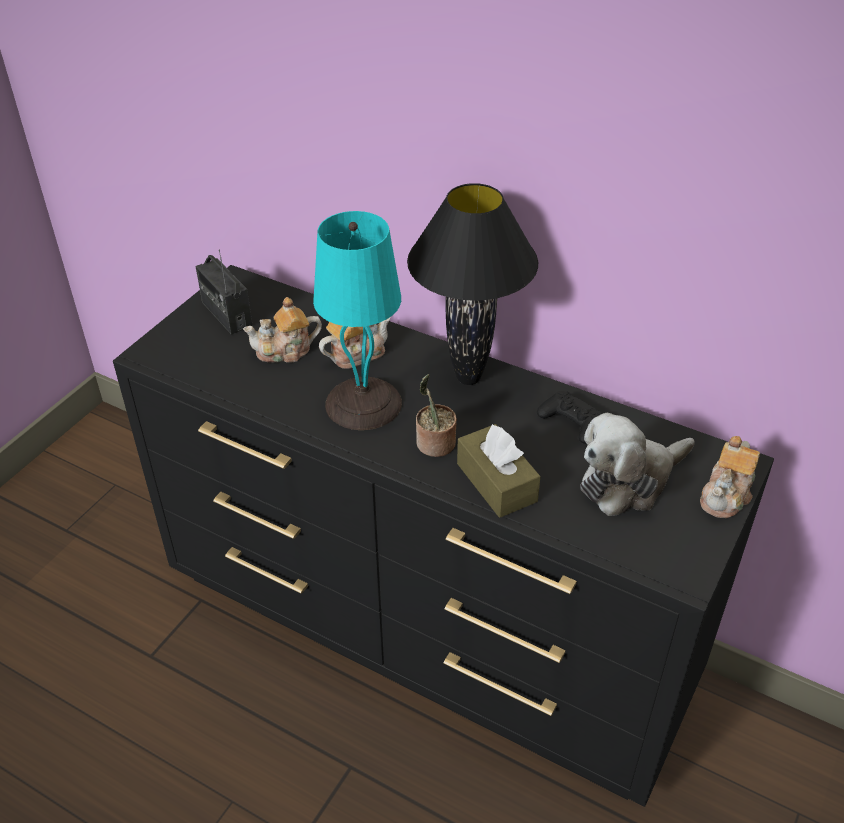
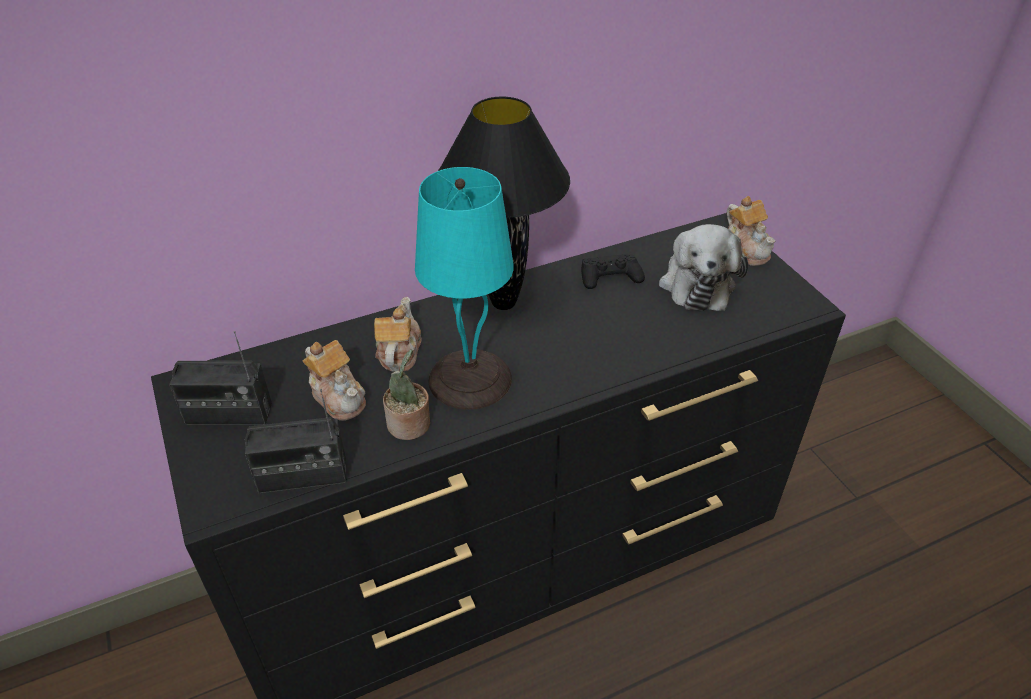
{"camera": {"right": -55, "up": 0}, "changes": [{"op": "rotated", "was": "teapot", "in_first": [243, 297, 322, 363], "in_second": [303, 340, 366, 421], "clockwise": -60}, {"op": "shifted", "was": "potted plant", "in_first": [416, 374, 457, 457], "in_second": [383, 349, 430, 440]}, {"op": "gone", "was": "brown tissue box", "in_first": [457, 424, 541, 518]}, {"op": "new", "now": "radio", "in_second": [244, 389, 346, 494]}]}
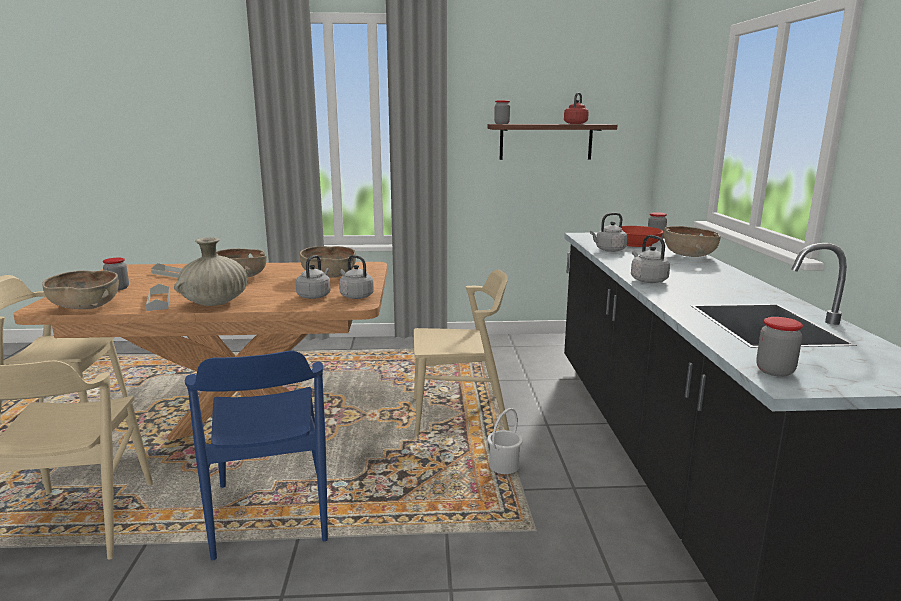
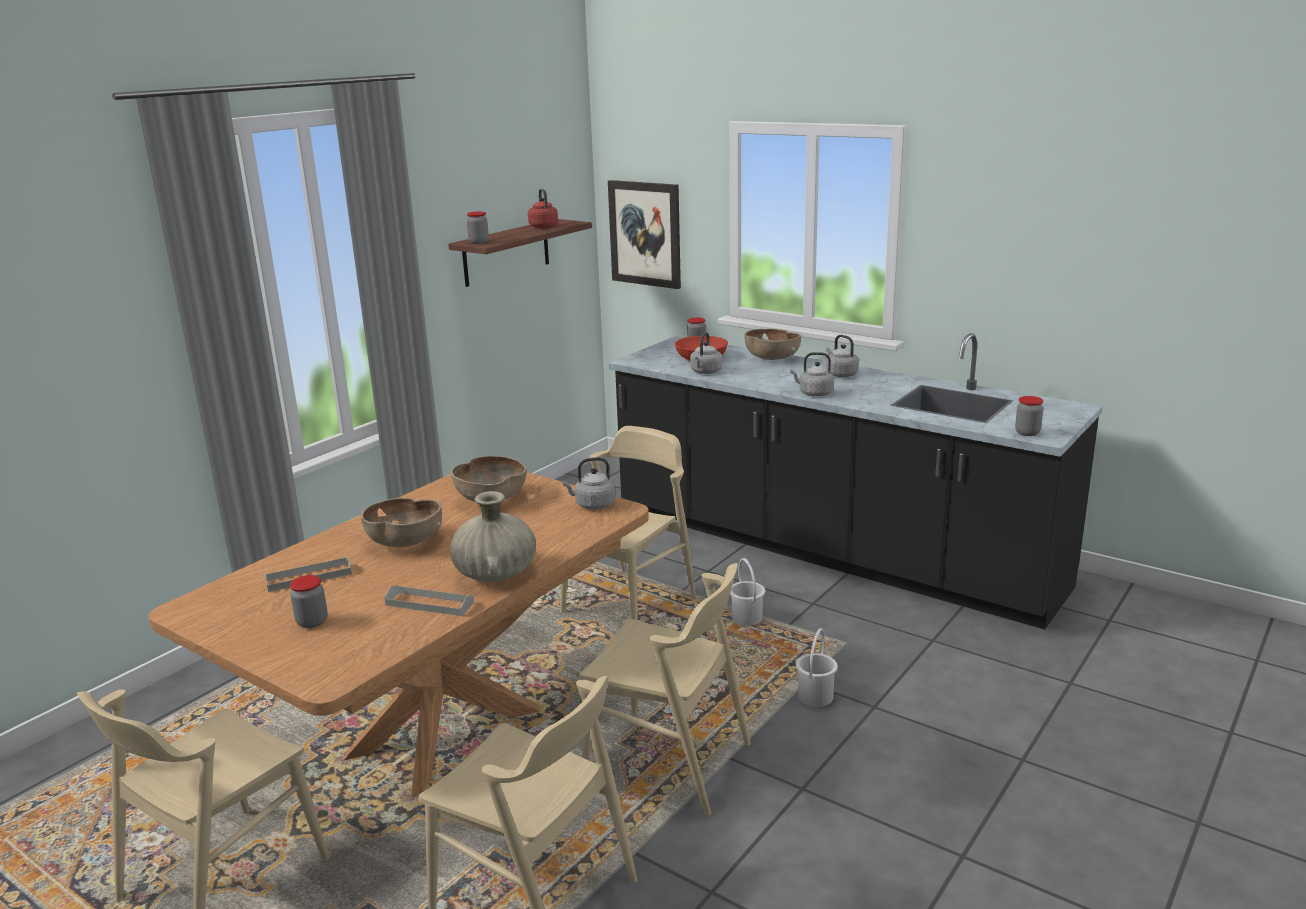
{"camera": {"right": -50, "up": 5}, "changes": [{"op": "gone", "was": "brown bowl", "in_first": [42, 270, 119, 309]}, {"op": "repainted", "was": "blue chair", "now": "beige chair", "in_first": [184, 351, 328, 560], "in_second": [579, 563, 751, 816]}, {"op": "shifted", "was": "grey kettle", "in_first": [296, 255, 331, 299], "in_second": [826, 335, 859, 377]}, {"op": "new", "now": "picture", "in_second": [608, 180, 681, 289]}, {"op": "new", "now": "white bucket", "in_second": [796, 628, 838, 707]}]}
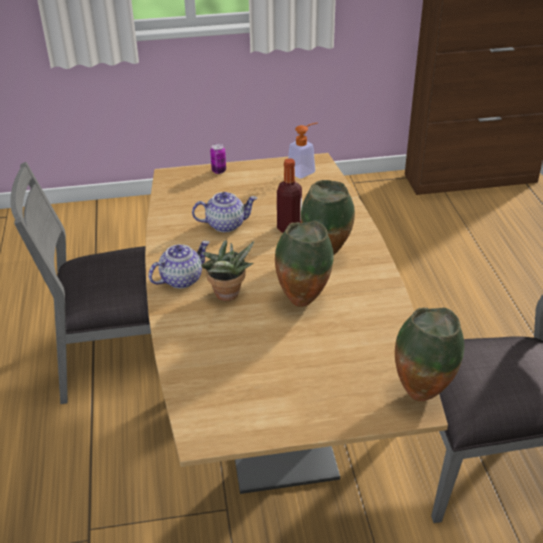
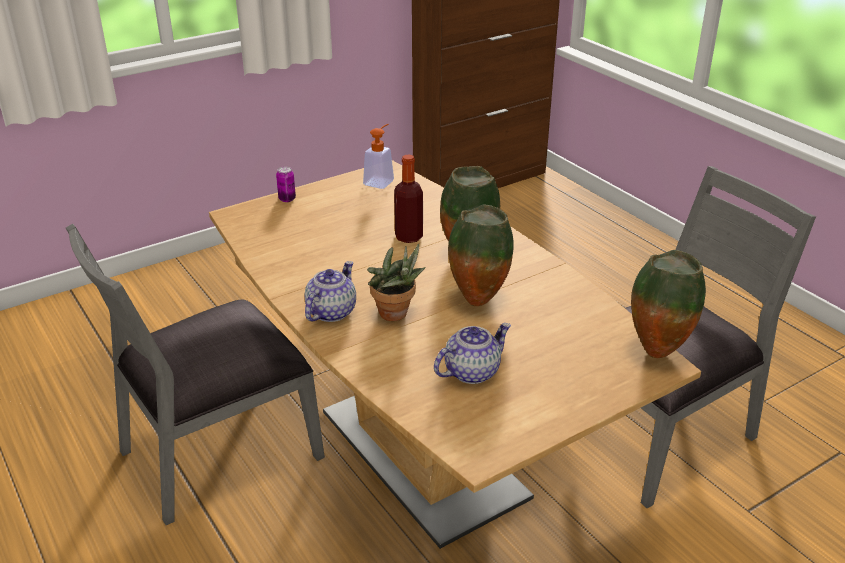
{"camera": {"right": -25, "up": -5}, "changes": [{"op": "shifted", "was": "teapot", "in_first": [192, 192, 257, 232], "in_second": [434, 323, 511, 384]}]}
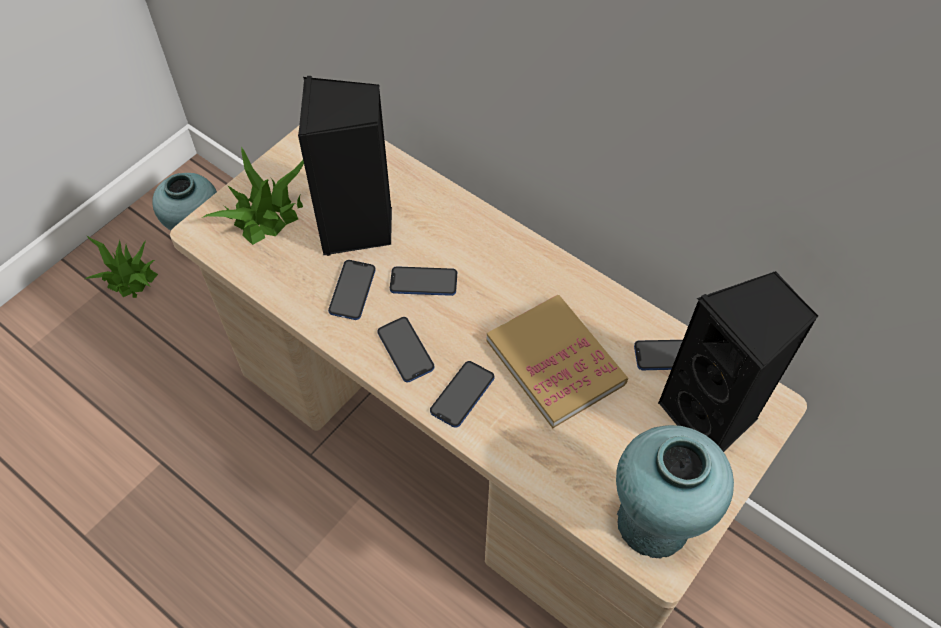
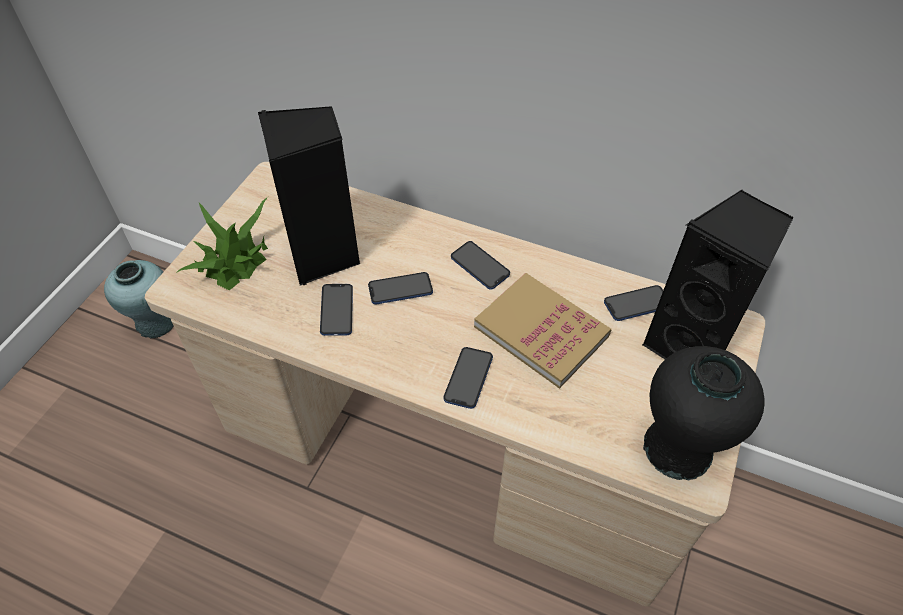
{"camera": {"right": -15, "up": -5}, "changes": [{"op": "gone", "was": "potted plant", "in_first": [85, 235, 158, 298]}, {"op": "shifted", "was": "phone", "in_first": [377, 317, 434, 382], "in_second": [451, 241, 510, 289]}, {"op": "repainted", "was": "turquoise vase", "now": "black vase", "in_first": [616, 425, 734, 558], "in_second": [643, 346, 765, 480]}]}
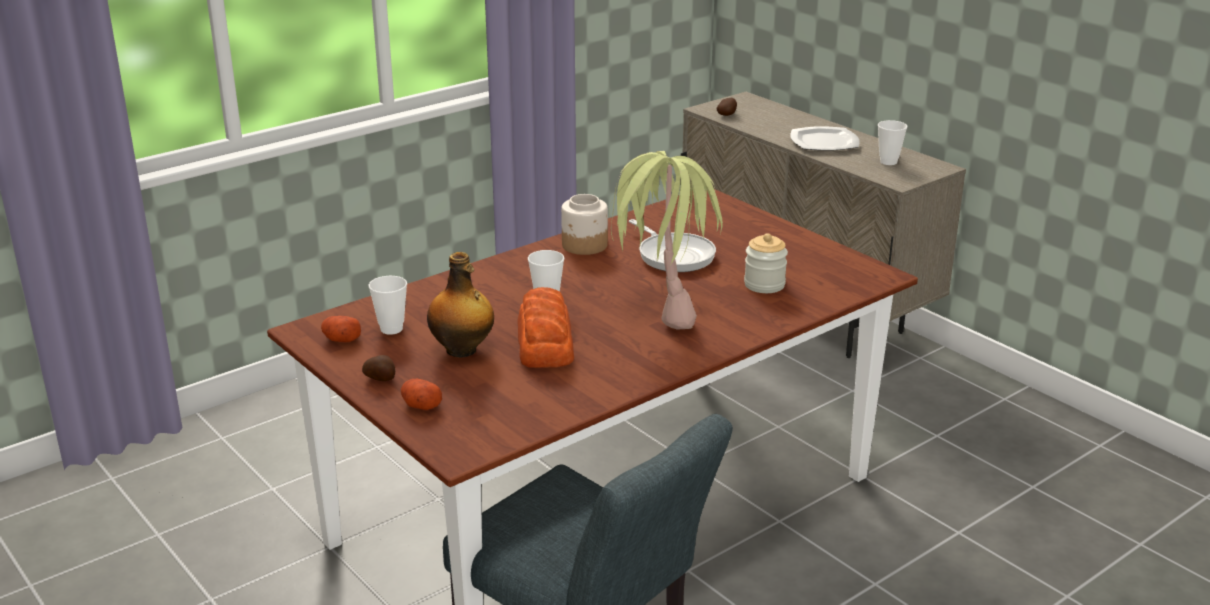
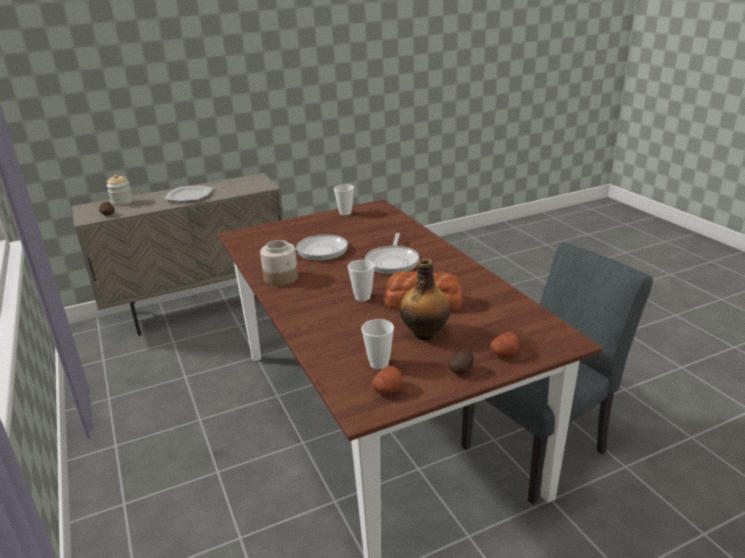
{"camera": {"right": -75, "up": 0}, "changes": [{"op": "swapped", "was": "potted plant", "now": "frying pan", "in_first": [609, 151, 723, 330], "in_second": [365, 233, 419, 274]}, {"op": "shifted", "was": "jar", "in_first": [744, 233, 788, 293], "in_second": [106, 174, 133, 206]}, {"op": "shifted", "was": "cup", "in_first": [878, 120, 908, 165], "in_second": [334, 184, 354, 215]}]}
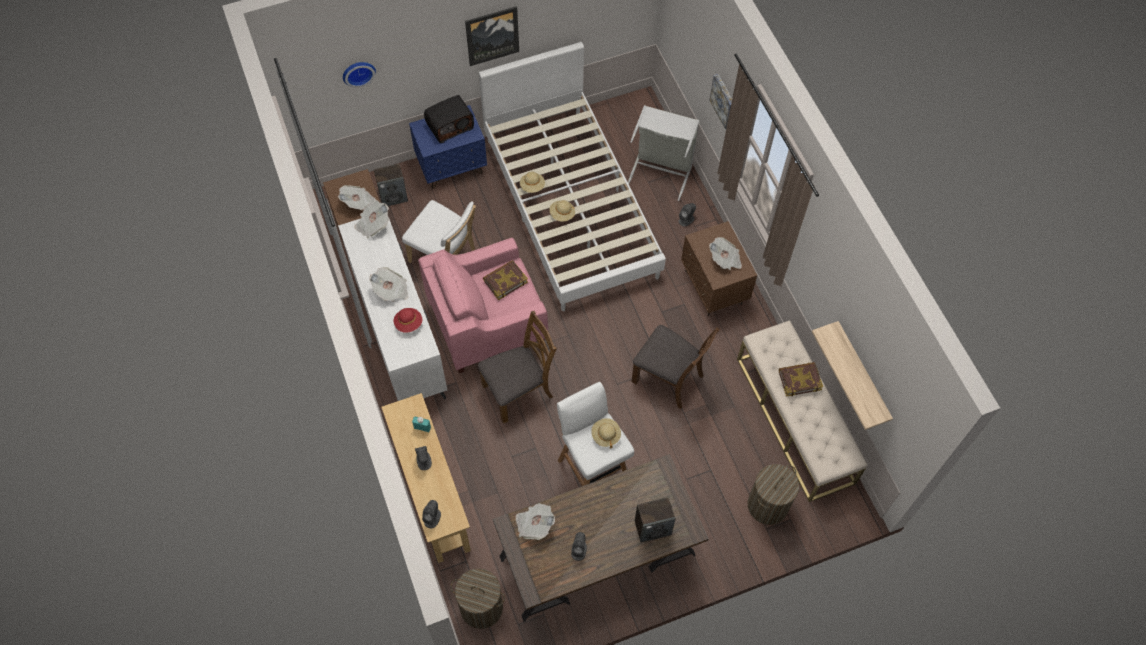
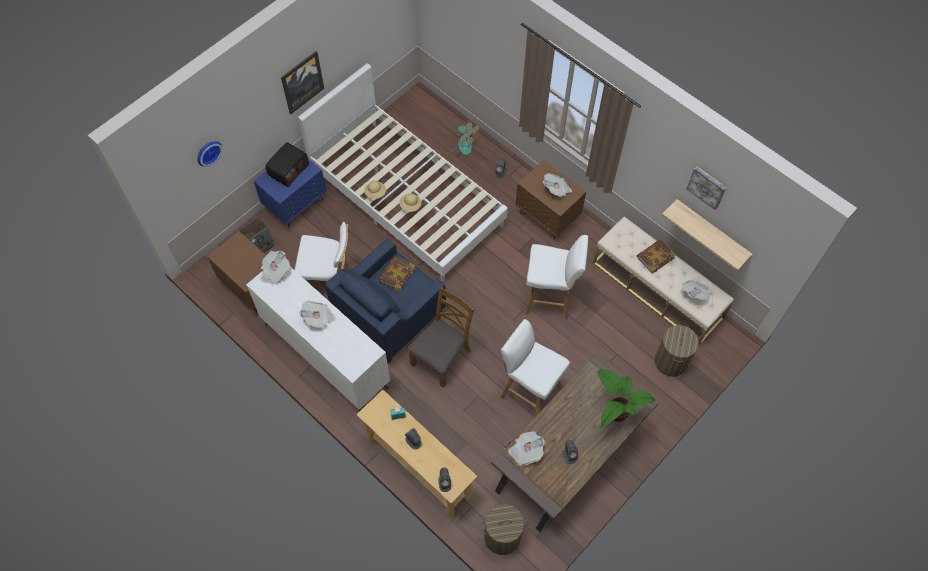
{"camera": {"right": -25, "up": 0}, "changes": [{"op": "shifted", "was": "newspaper", "in_first": [338, 185, 376, 210], "in_second": [682, 280, 710, 300]}, {"op": "gone", "was": "red hat", "in_first": [394, 308, 422, 333]}, {"op": "repainted", "was": "pink armchair", "now": "blue armchair", "in_first": [418, 238, 548, 373], "in_second": [325, 238, 446, 364]}, {"op": "gone", "was": "beige hat", "in_first": [591, 418, 621, 449]}, {"op": "swapped", "was": "grey laundry basket", "now": "fan", "in_first": [628, 105, 700, 201], "in_second": [446, 120, 480, 155]}, {"op": "swapped", "was": "brown chair", "now": "white stool", "in_first": [631, 325, 720, 409], "in_second": [525, 235, 588, 320]}, {"op": "swapped", "was": "speaker", "now": "potted plant", "in_first": [635, 497, 675, 542], "in_second": [597, 370, 655, 428]}, {"op": "shifted", "was": "picture", "in_first": [709, 74, 732, 129], "in_second": [686, 166, 727, 210]}]}
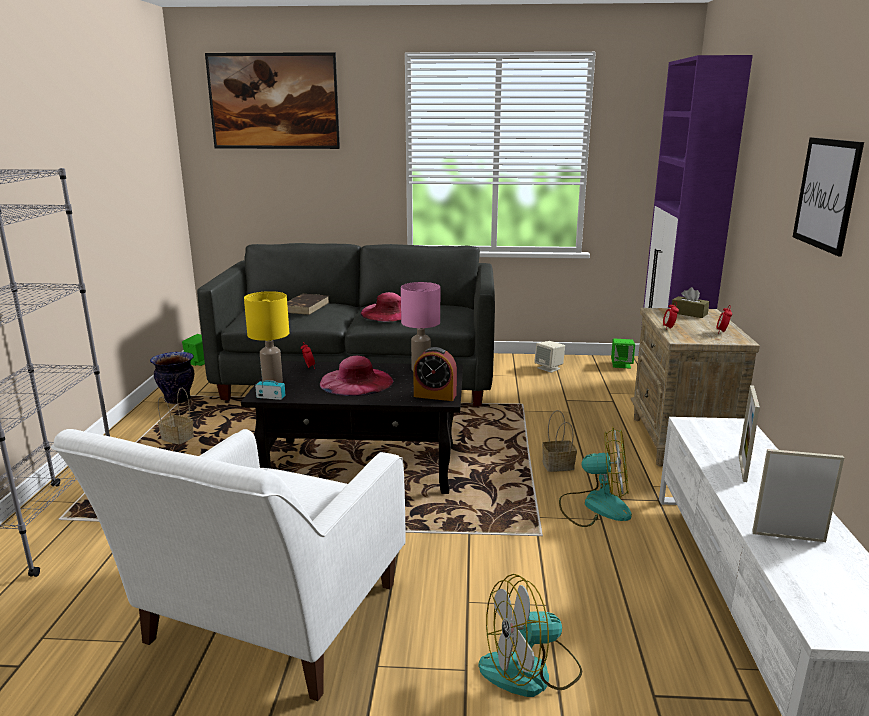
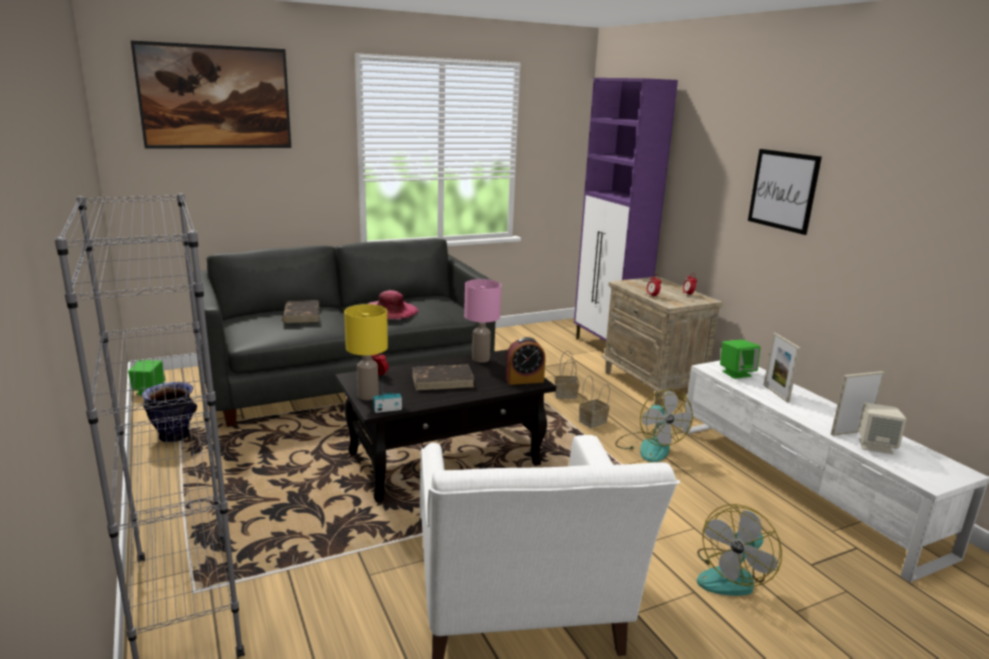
{"camera": {"right": -30, "up": 0}, "changes": [{"op": "shifted", "was": "basket", "in_first": [158, 388, 194, 444], "in_second": [555, 351, 580, 399]}, {"op": "swapped", "was": "pink hat", "now": "brown book", "in_first": [320, 356, 393, 396], "in_second": [412, 365, 474, 391]}, {"op": "shifted", "was": "beige speaker", "in_first": [534, 341, 565, 373], "in_second": [858, 403, 906, 454]}, {"op": "rotated", "was": "fan", "in_first": [559, 427, 632, 527], "in_second": [615, 389, 693, 462], "clockwise": 90}, {"op": "shifted", "was": "green speaker", "in_first": [611, 339, 635, 369], "in_second": [720, 340, 761, 379]}, {"op": "gone", "was": "brown tissue box", "in_first": [672, 287, 710, 318]}]}
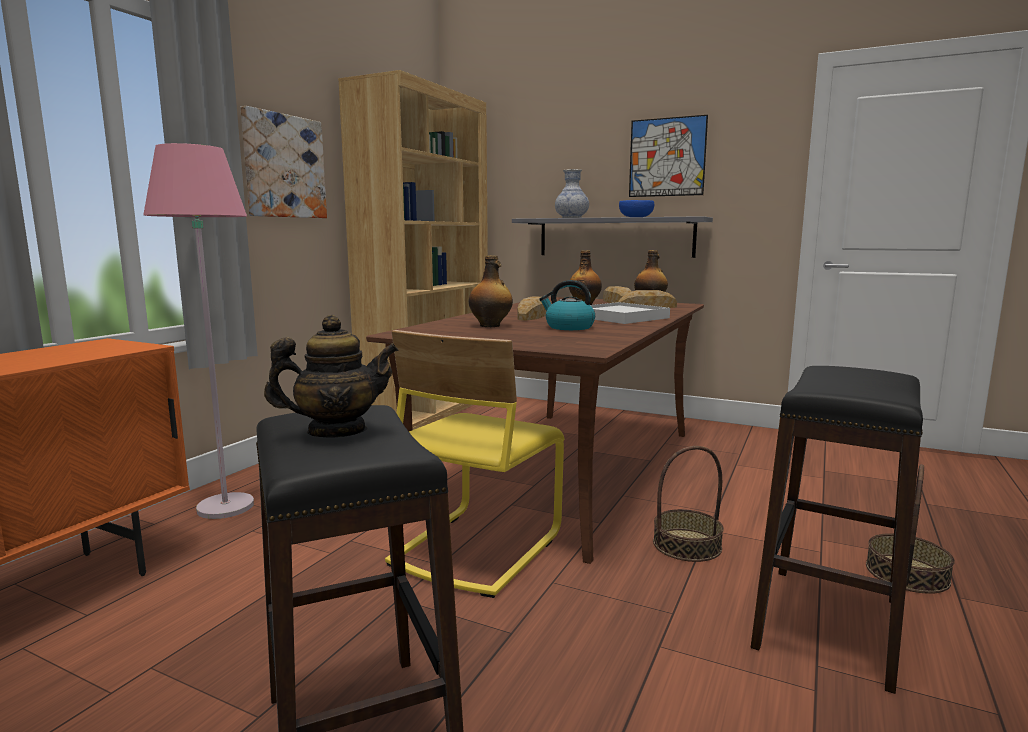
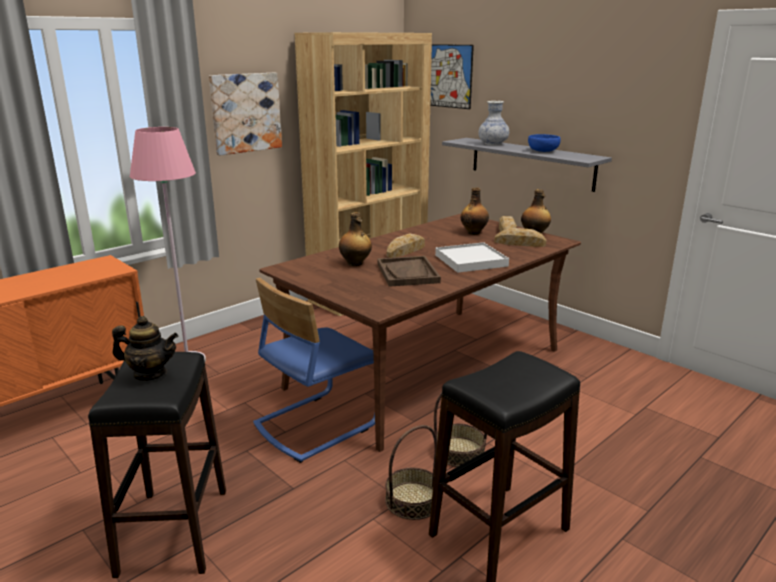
{"camera": {"right": 20, "up": 10}, "changes": [{"op": "repainted", "was": "yellow chair", "now": "blue chair", "in_first": [385, 330, 564, 598], "in_second": [253, 278, 375, 463]}, {"op": "swapped", "was": "kettle", "now": "brown tray", "in_first": [539, 280, 595, 330], "in_second": [377, 256, 441, 287]}, {"op": "shifted", "was": "picture", "in_first": [629, 115, 708, 197], "in_second": [430, 44, 474, 109]}, {"op": "shifted", "was": "basket", "in_first": [866, 464, 955, 594], "in_second": [385, 425, 437, 520]}]}
